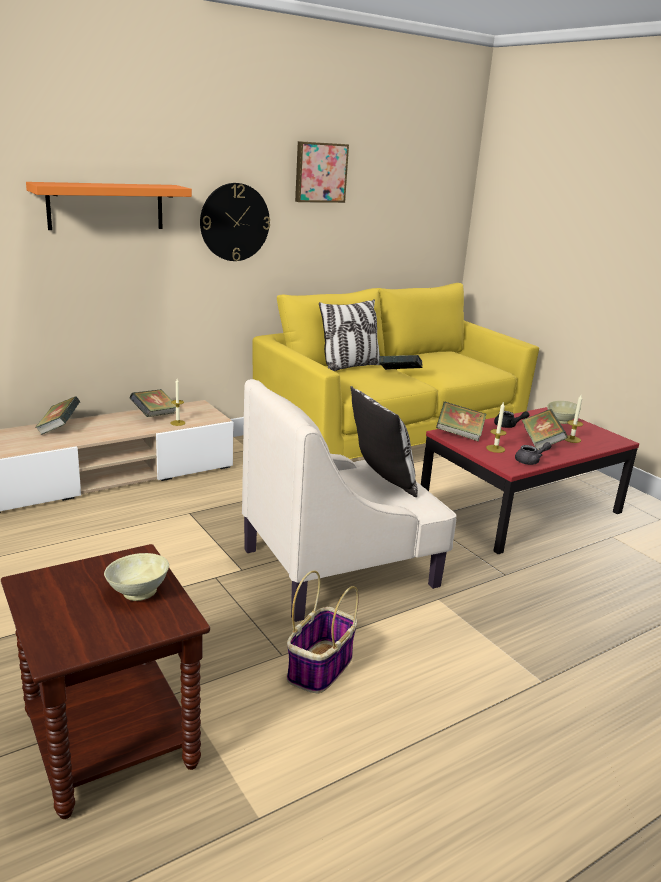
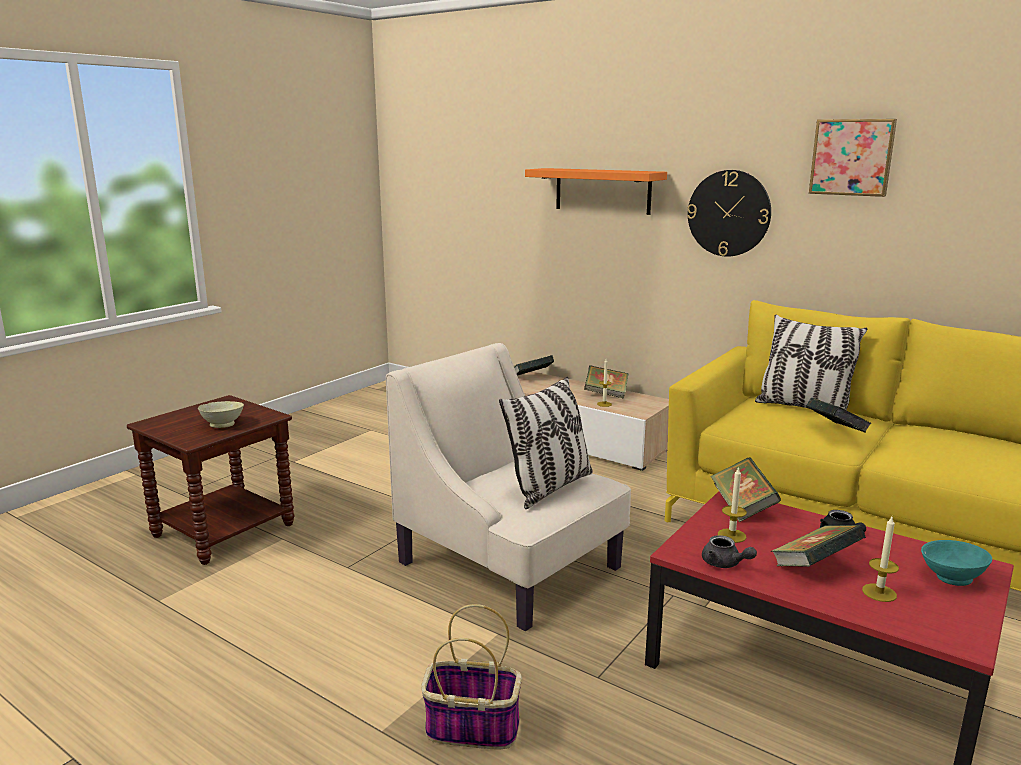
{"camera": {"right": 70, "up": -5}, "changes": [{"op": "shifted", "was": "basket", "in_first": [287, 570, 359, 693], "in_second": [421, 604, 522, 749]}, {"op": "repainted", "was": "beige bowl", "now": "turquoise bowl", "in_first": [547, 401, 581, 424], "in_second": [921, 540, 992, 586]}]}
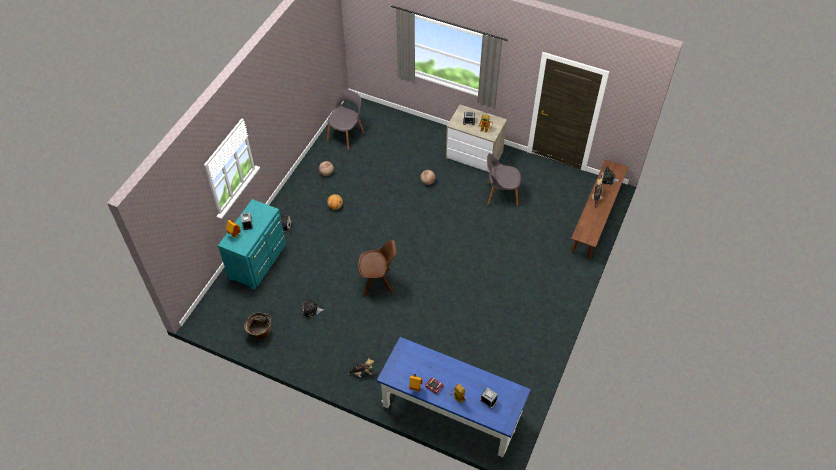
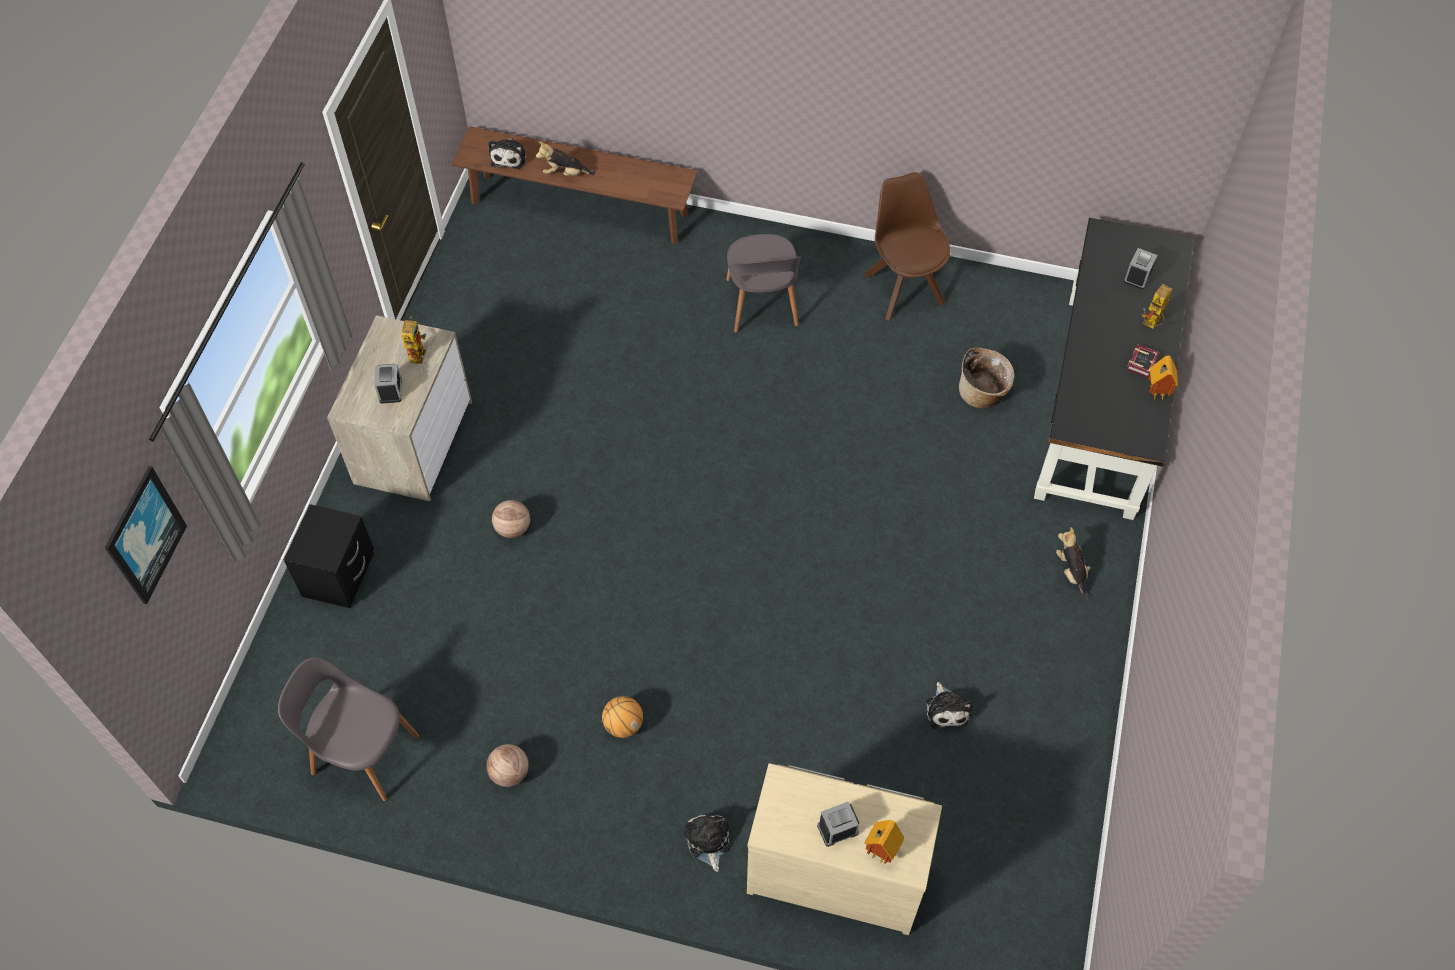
{"camera": {"right": -100, "up": 5}, "changes": [{"op": "repainted", "was": "turquoise dresser", "now": "beige dresser", "in_first": [218, 199, 286, 290], "in_second": [747, 763, 942, 935]}, {"op": "shifted", "was": "basket", "in_first": [244, 313, 271, 339], "in_second": [959, 348, 1014, 409]}, {"op": "shifted", "was": "brown chair", "in_first": [358, 240, 397, 297], "in_second": [864, 172, 951, 321]}, {"op": "repainted", "was": "blue desk", "now": "black desk", "in_first": [377, 337, 531, 457], "in_second": [1034, 218, 1194, 520]}, {"op": "shifted", "was": "grey chair", "in_first": [487, 154, 521, 206], "in_second": [726, 234, 801, 333]}, {"op": "new", "now": "picture", "in_second": [105, 466, 187, 604]}, {"op": "new", "now": "black nightstand", "in_second": [284, 504, 374, 608]}]}
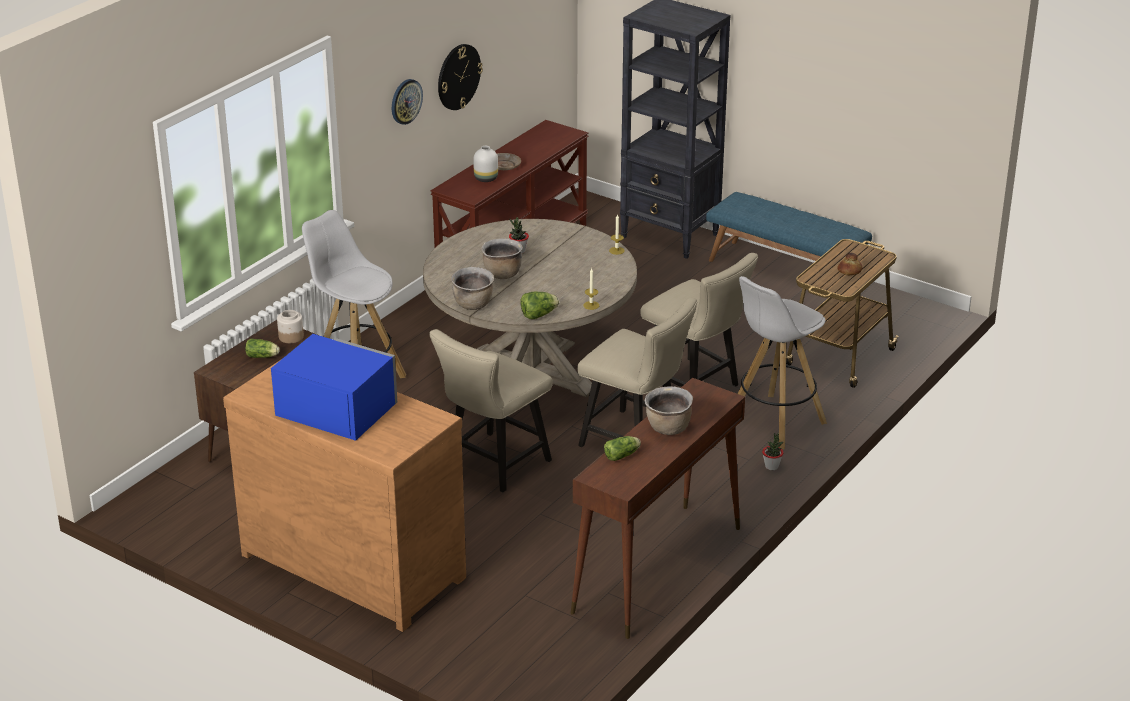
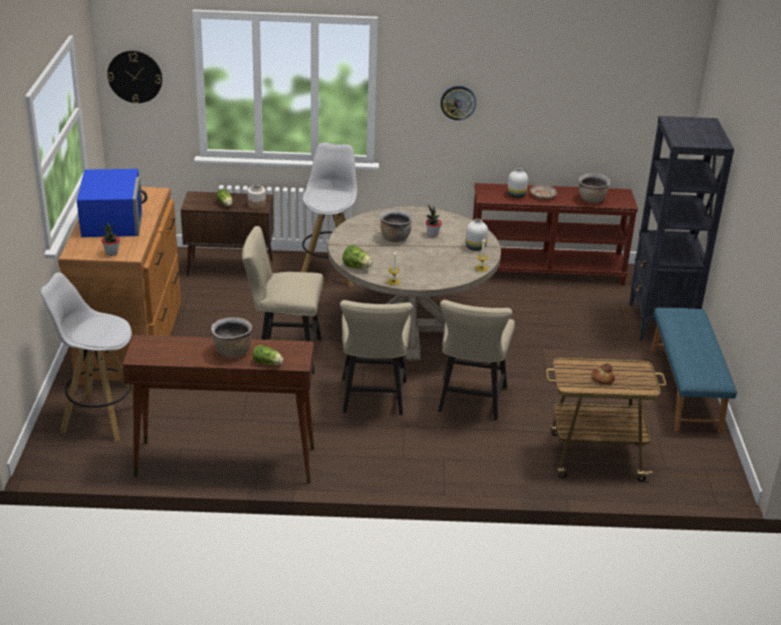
{"camera": {"right": 55, "up": 0}, "changes": [{"op": "shifted", "was": "wall clock", "in_first": [438, 44, 483, 110], "in_second": [107, 51, 162, 104]}, {"op": "shifted", "was": "brown cooking pot", "in_first": [451, 267, 494, 310], "in_second": [579, 173, 610, 203]}, {"op": "shifted", "was": "lettuce", "in_first": [604, 436, 641, 461], "in_second": [253, 345, 283, 365]}, {"op": "shifted", "was": "white stool", "in_first": [738, 276, 827, 450], "in_second": [41, 272, 133, 442]}, {"op": "shifted", "was": "potted plant", "in_first": [762, 433, 784, 470], "in_second": [101, 223, 120, 256]}, {"op": "new", "now": "white vase", "in_second": [466, 219, 488, 251]}]}
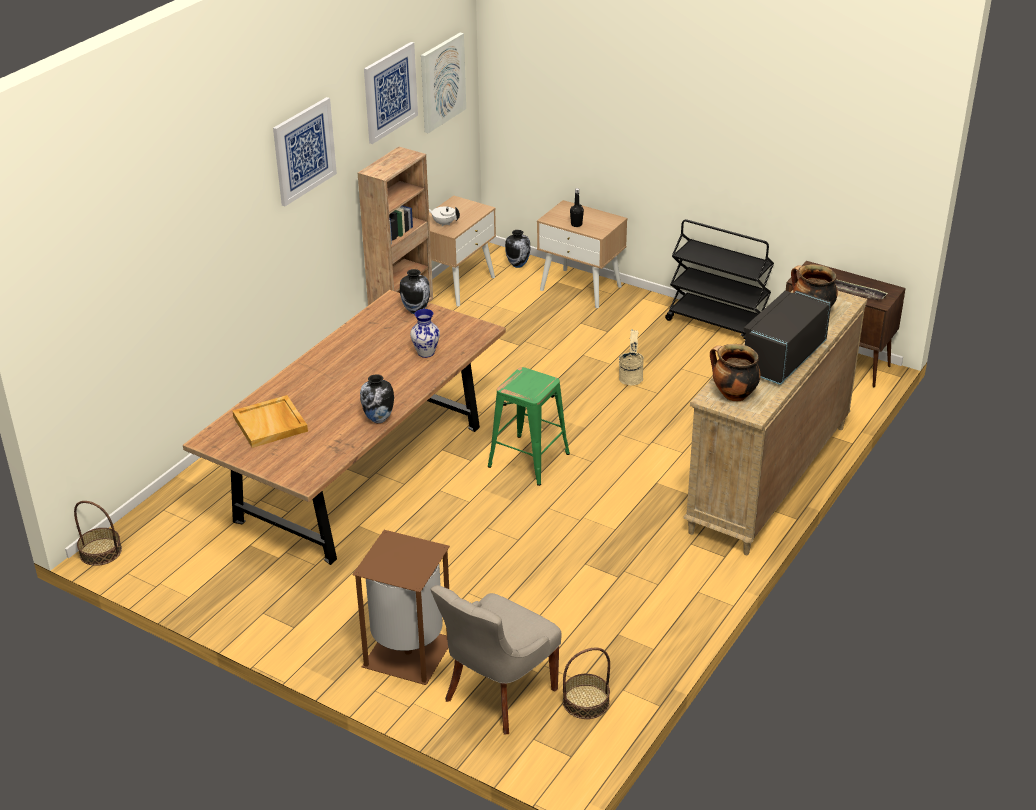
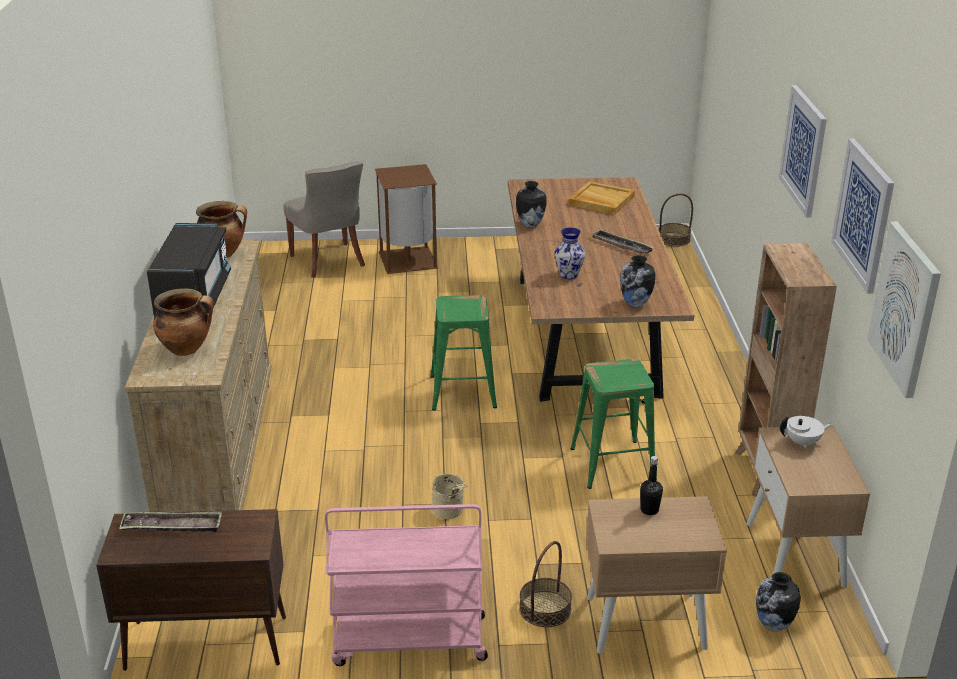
{"camera": {"right": 145, "up": -5}, "changes": [{"op": "rotated", "was": "grey chair", "in_first": [430, 585, 561, 735], "in_second": [284, 161, 365, 278], "clockwise": 150}, {"op": "shifted", "was": "basket", "in_first": [563, 648, 610, 719], "in_second": [519, 541, 572, 627]}, {"op": "repainted", "was": "black cart", "now": "pink cart", "in_first": [665, 219, 774, 339], "in_second": [325, 504, 488, 666]}, {"op": "new", "now": "green stool", "in_second": [570, 359, 657, 489]}, {"op": "new", "now": "tray", "in_second": [590, 229, 654, 254]}]}
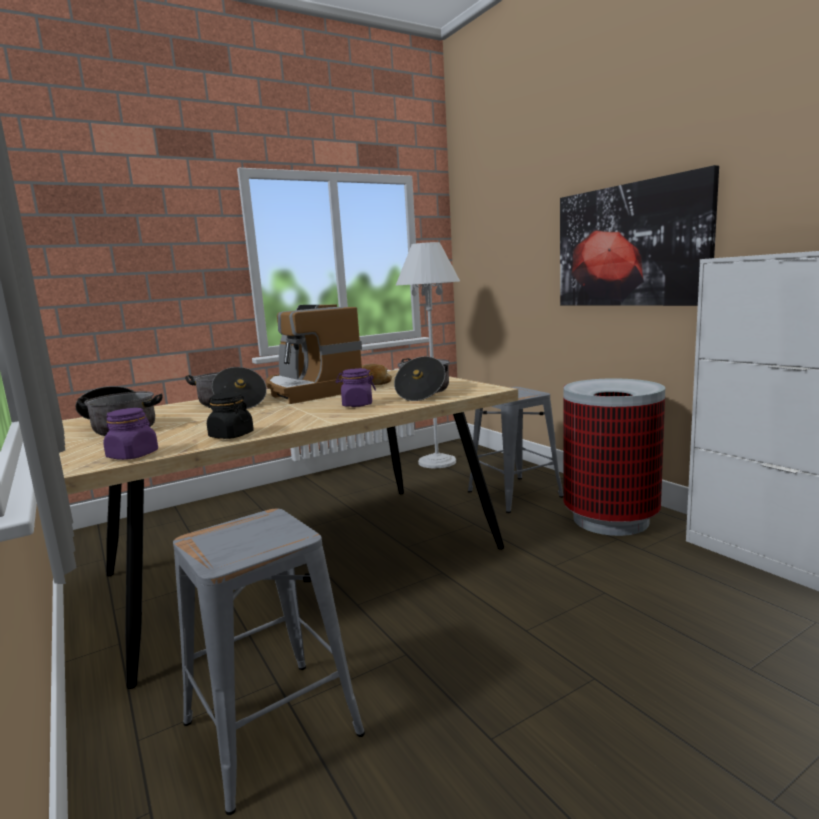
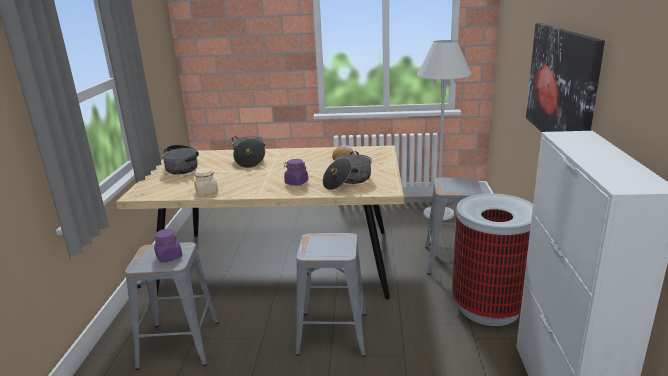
{"camera": {"right": 35, "up": 10}, "changes": [{"op": "shifted", "was": "purple jar", "in_first": [103, 408, 158, 460], "in_second": [154, 229, 182, 263]}, {"op": "repainted", "was": "black jar", "now": "beige jar", "in_first": [207, 392, 254, 439], "in_second": [194, 168, 218, 195]}, {"op": "gone", "was": "coffee machine", "in_first": [266, 305, 362, 404]}, {"op": "new", "now": "grey stool", "in_second": [295, 233, 367, 357]}]}
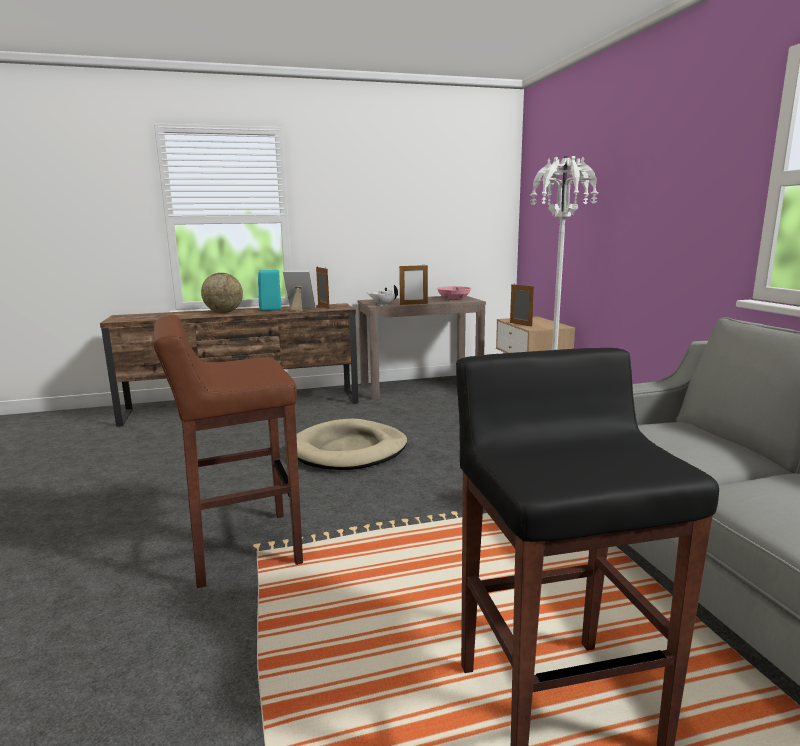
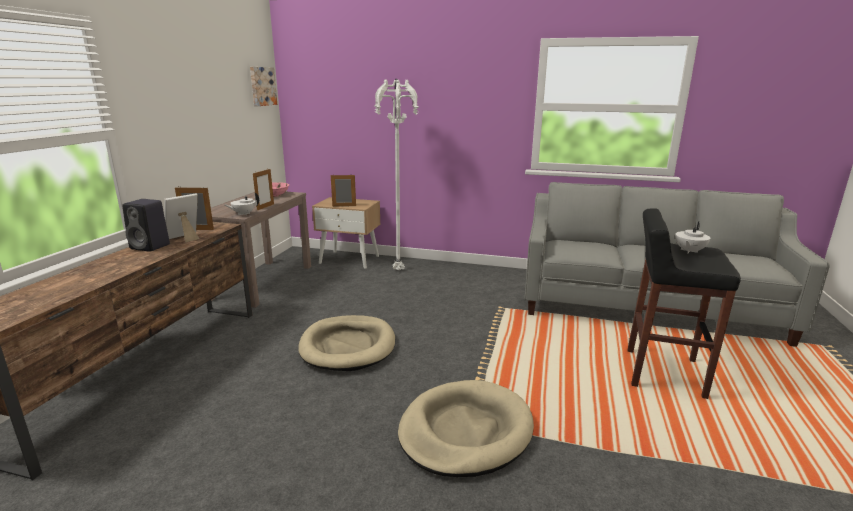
{"camera": {"right": -60, "up": 5}, "changes": [{"op": "swapped", "was": "brown stool", "now": "beige dog bed", "in_first": [152, 315, 303, 588], "in_second": [398, 380, 534, 477]}, {"op": "gone", "was": "globe", "in_first": [201, 273, 243, 313]}, {"op": "repainted", "was": "turquoise speaker", "now": "black speaker", "in_first": [258, 270, 282, 311], "in_second": [123, 199, 170, 252]}, {"op": "new", "now": "picture", "in_second": [250, 67, 277, 106]}, {"op": "new", "now": "white teapot", "in_second": [675, 221, 710, 253]}]}
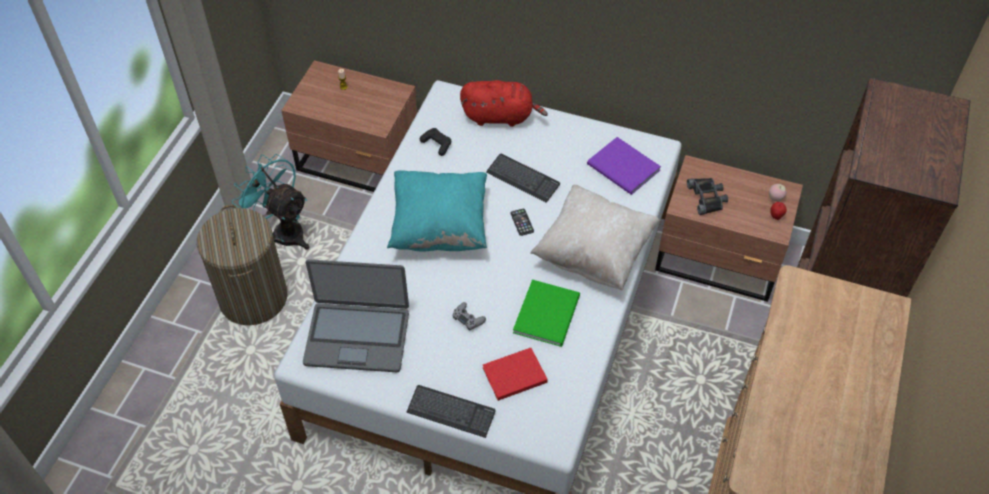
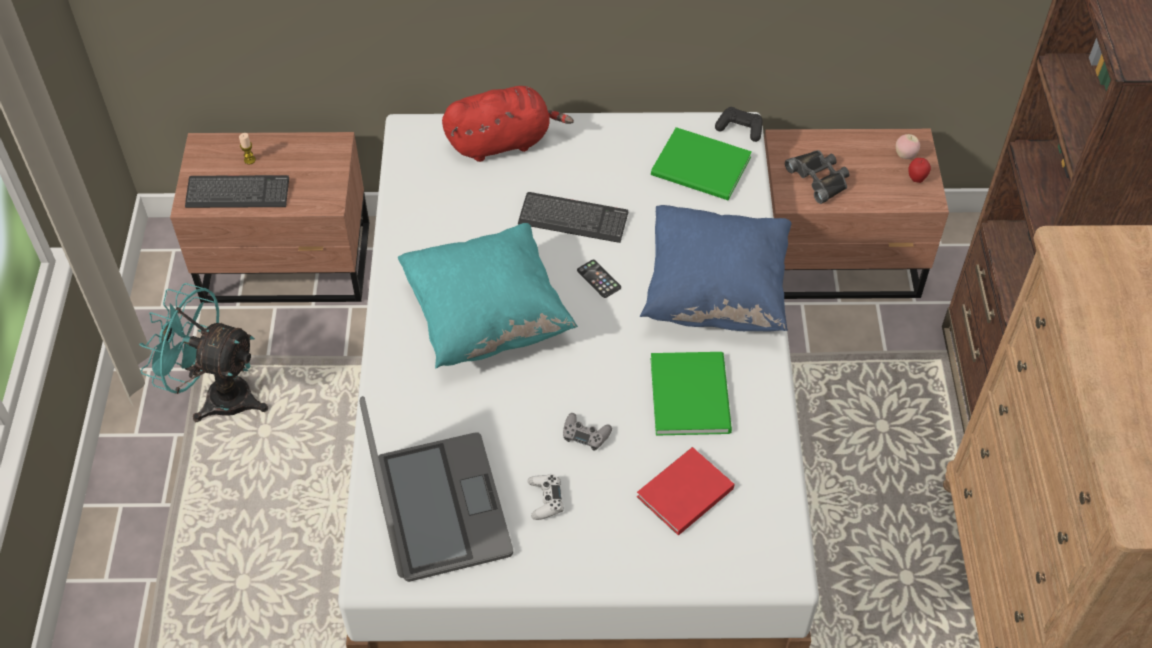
{"camera": {"right": -20, "up": 0}, "changes": [{"op": "gone", "was": "laundry basket", "in_first": [197, 205, 287, 325]}, {"op": "rotated", "was": "laptop", "in_first": [303, 260, 409, 372], "in_second": [360, 396, 513, 582], "clockwise": -90}, {"op": "shifted", "was": "keyboard", "in_first": [407, 385, 496, 438], "in_second": [185, 175, 289, 208]}, {"op": "shifted", "was": "black game controller", "in_first": [420, 128, 451, 156], "in_second": [715, 107, 762, 142]}, {"op": "repainted", "was": "beige pillow", "now": "blue pillow", "in_first": [530, 185, 660, 290], "in_second": [640, 205, 792, 331]}, {"op": "repainted", "was": "purple book", "now": "green book", "in_first": [587, 137, 661, 195], "in_second": [651, 127, 752, 200]}, {"op": "new", "now": "white game controller", "in_second": [527, 474, 564, 520]}]}
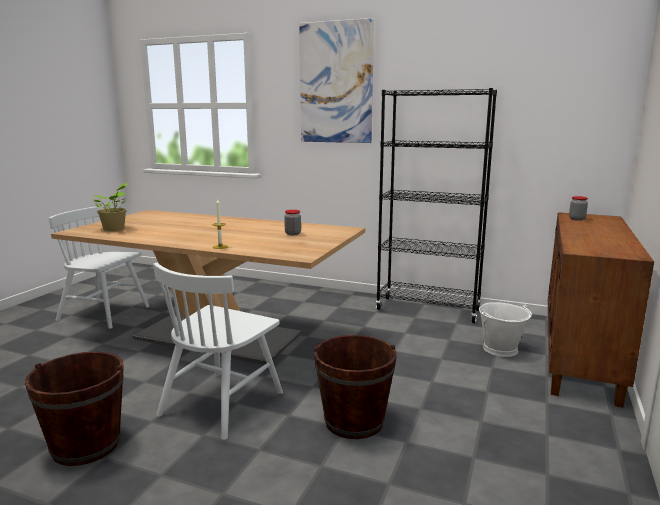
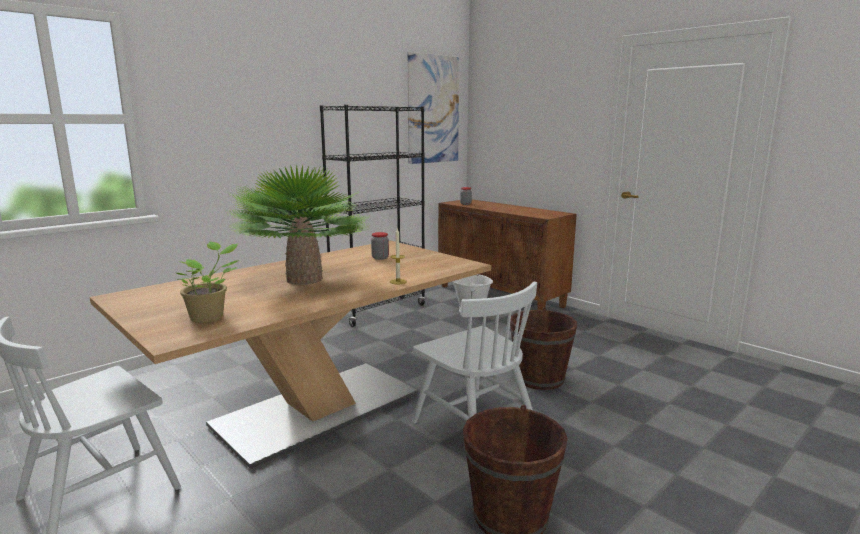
{"camera": {"right": -65, "up": 0}, "changes": [{"op": "shifted", "was": "picture", "in_first": [299, 18, 374, 143], "in_second": [407, 52, 460, 164]}, {"op": "new", "now": "potted plant", "in_second": [228, 165, 369, 285]}]}
